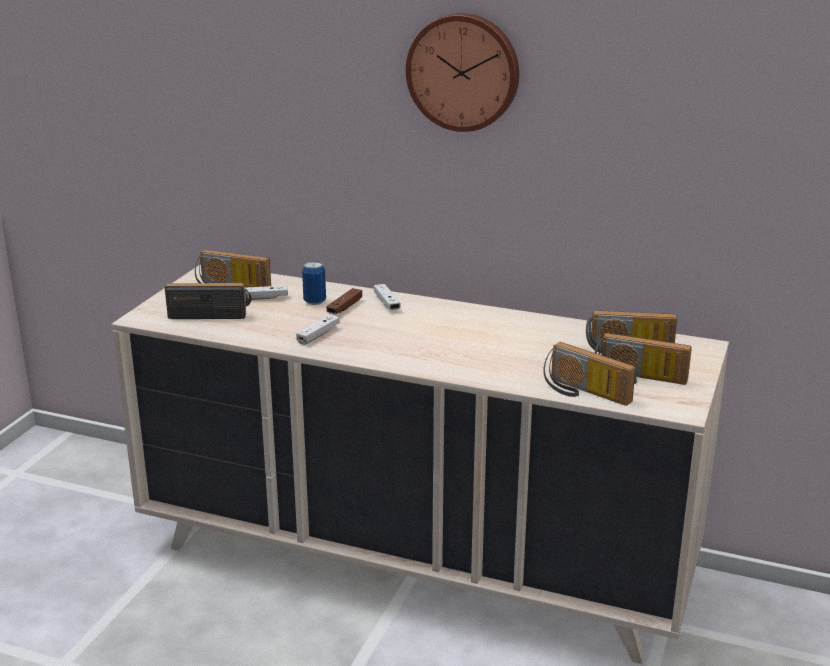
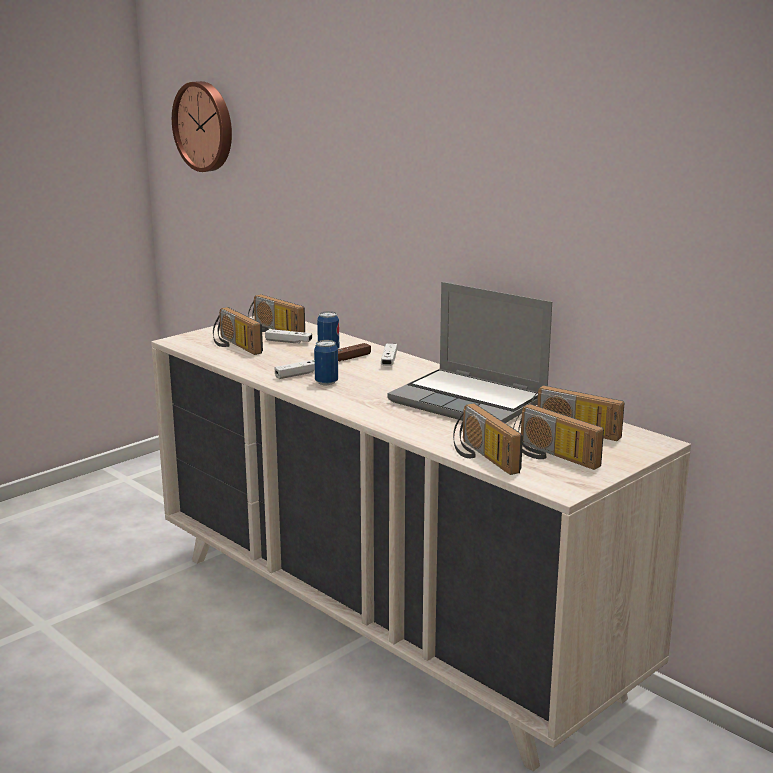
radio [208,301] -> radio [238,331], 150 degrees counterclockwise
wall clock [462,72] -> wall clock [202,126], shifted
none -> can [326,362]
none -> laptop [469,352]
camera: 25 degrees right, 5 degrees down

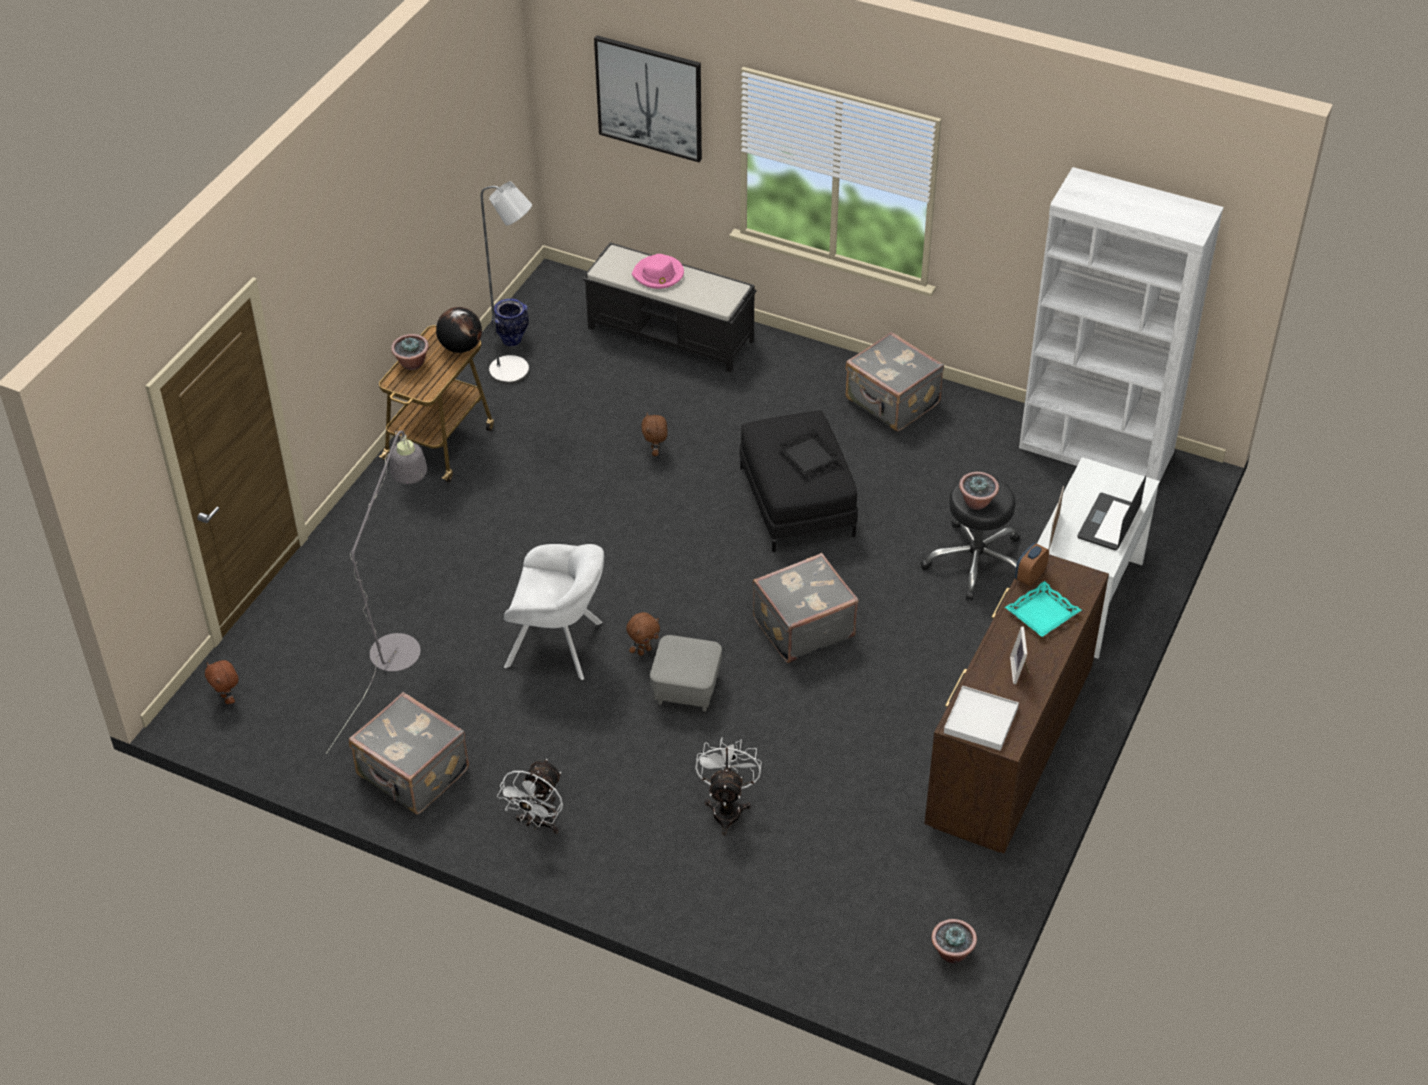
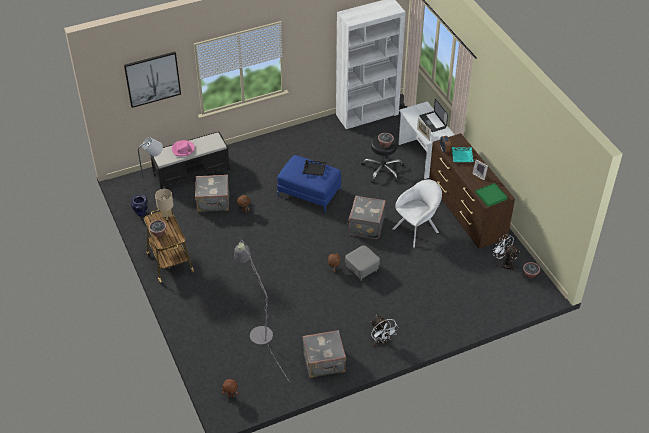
globe [459,330] -> beige table lamp [164,204]
white armchair [554,612] -> white armchair [417,213], shifted
white fan [728,786] -> white fan [506,252], shifted
black ottoman [798,481] -> blue ottoman [309,183]
grey suitcase [894,381] -> grey suitcase [212,193], shifted
white tray [981,718] -> green tray [491,195]
camera: 50 degrees left, 0 degrees up

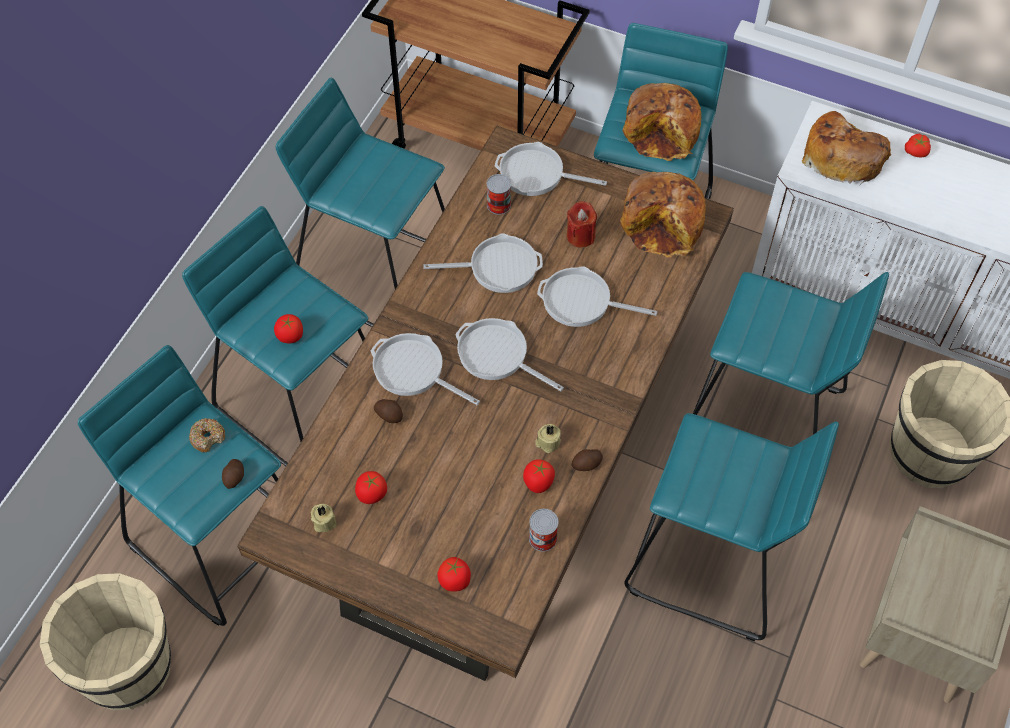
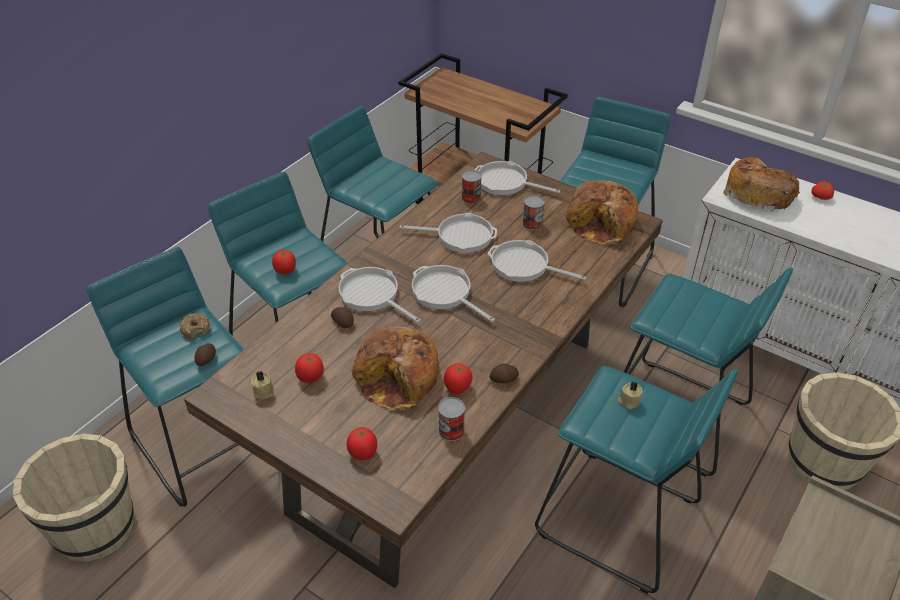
beige candle [548,438] -> beige candle [630,395], shifted
red candle [582,224] -> can [533,212]
bread [661,122] -> bread [396,368], shifted
camera: 10 degrees right, 15 degrees down

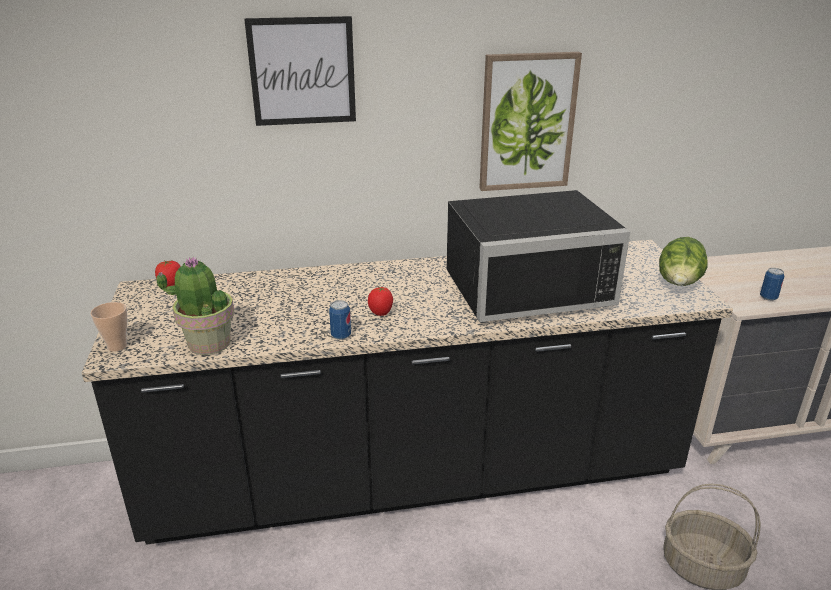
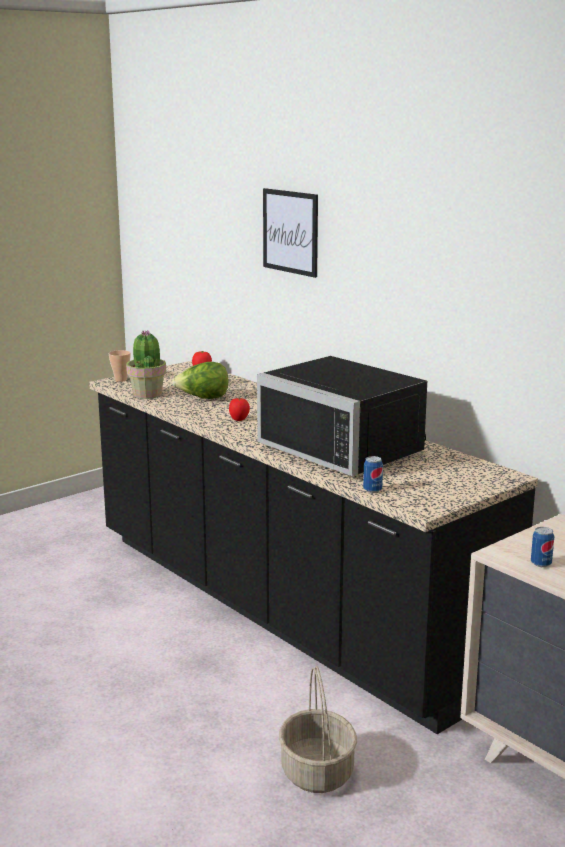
can [340,320] -> can [373,474], shifted
picture [530,121] -> none
lettuce [683,261] -> lettuce [200,380], shifted
camera: 60 degrees right, 10 degrees down

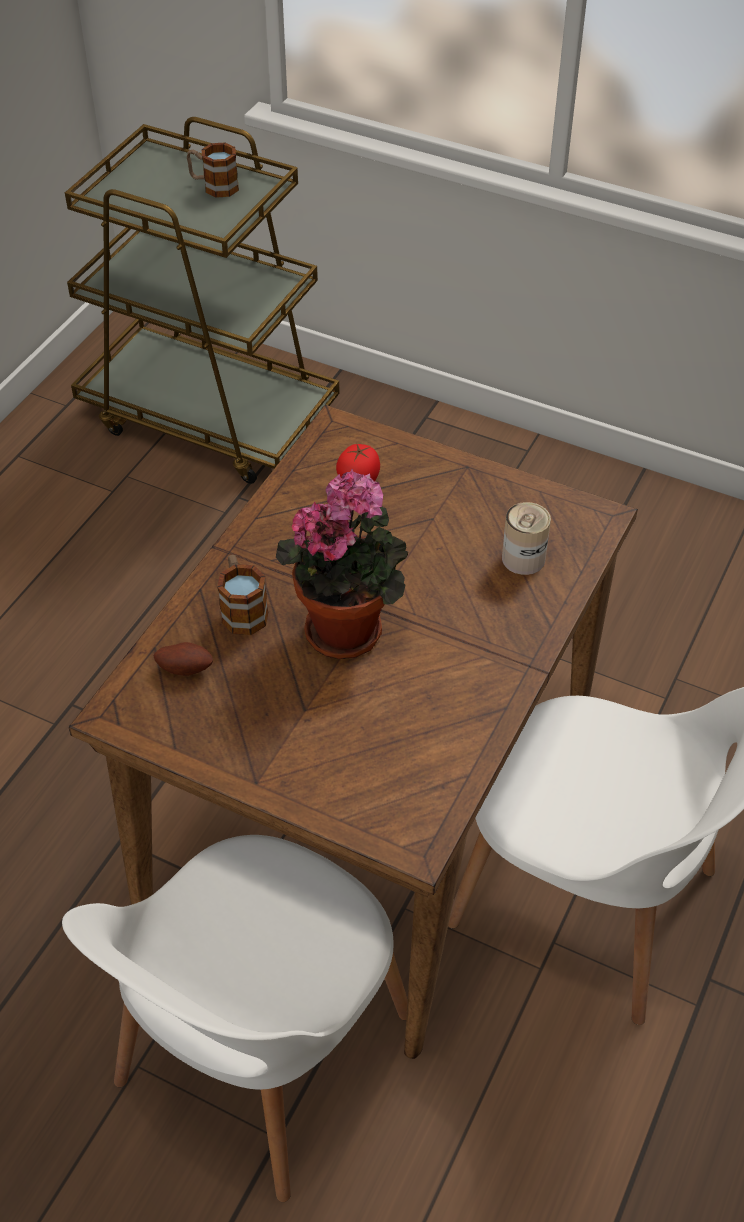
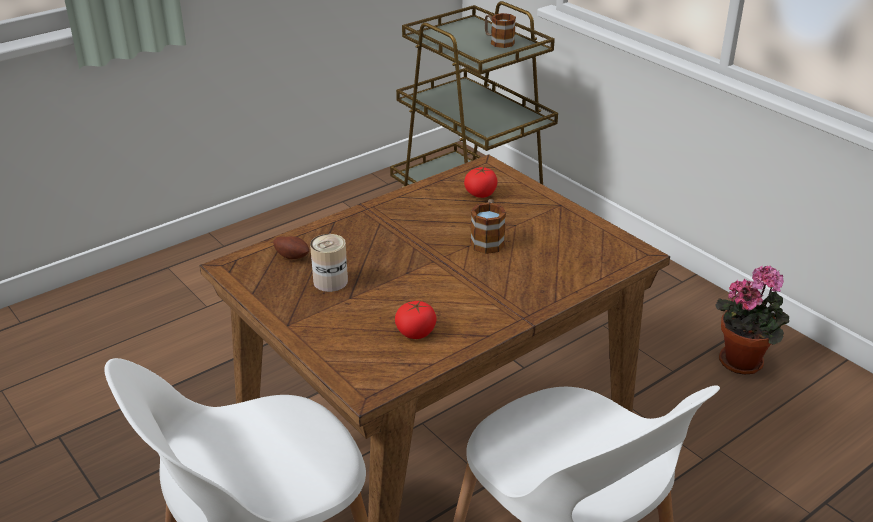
mug [242,595] -> mug [488,226], shifted
potted plant [342,564] -> potted plant [752,319], shifted
can [526,538] -> can [329,263], shifted
none -> tomato [416,320]
camera: 25 degrees right, 15 degrees down

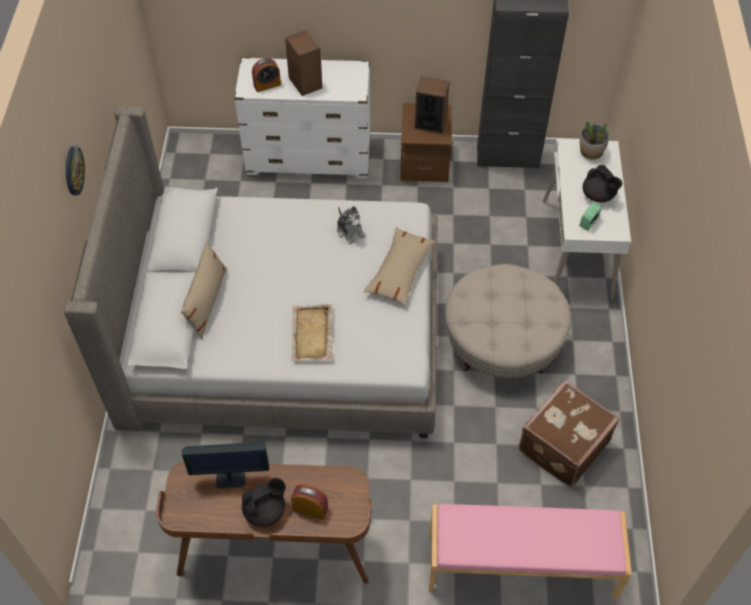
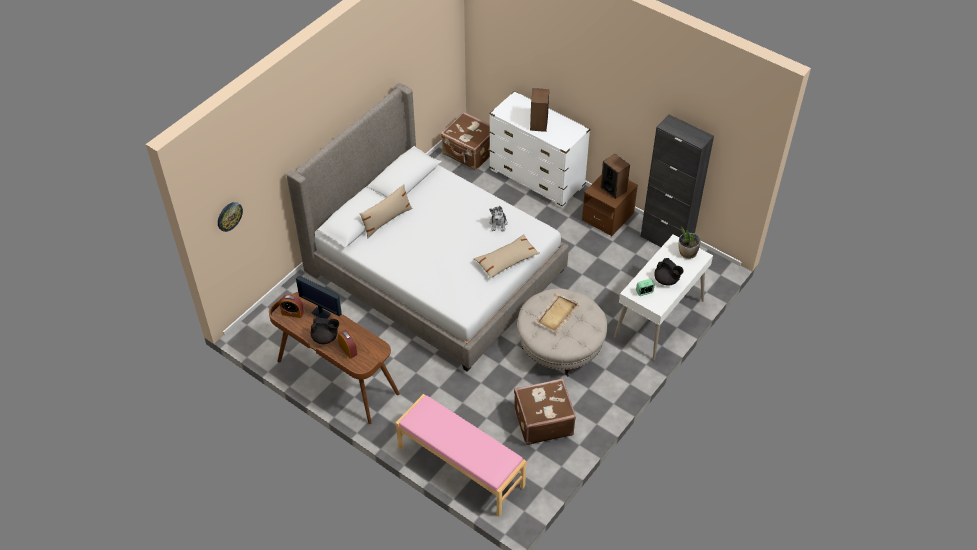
wall clock [75,170] -> wall clock [230,217], shifted
alarm clock [266,75] -> alarm clock [292,306], shifted
beige tray [312,332] -> beige tray [557,313], shifted
black teapot [602,183] -> black teapot [669,271], 45 degrees counterclockwise
none -> brown suitcase [465,141]
camera: 35 degrees right, 5 degrees down

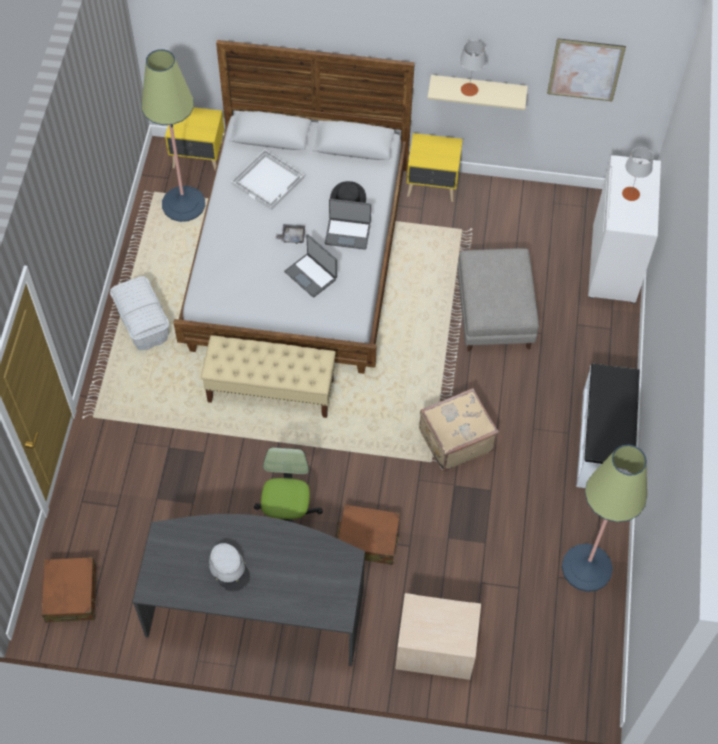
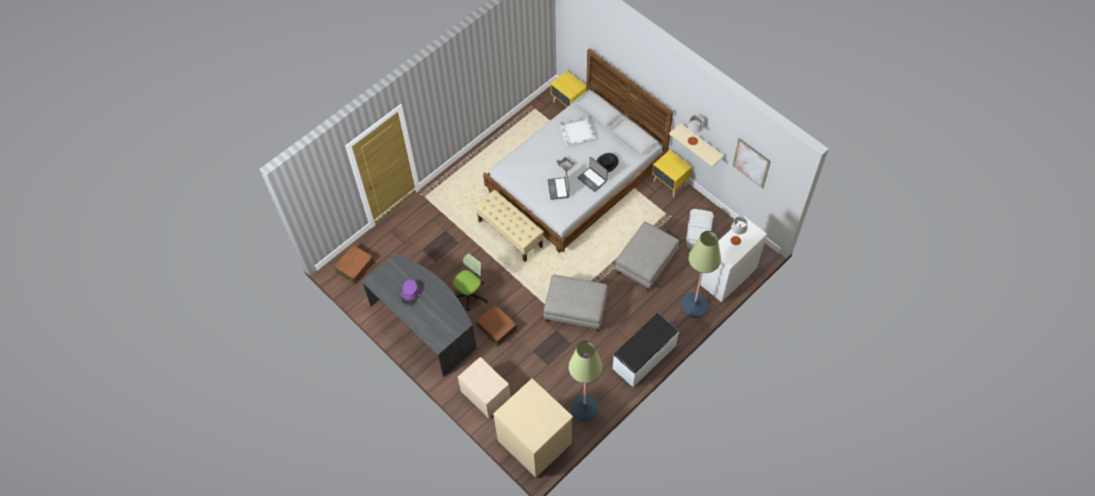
white storage box [139,313] -> white storage box [700,229], shifted
floor lamp [173,135] -> floor lamp [701,274], shifted
grey hat [229,567] -> purple hat [410,292]
beige suitcase [459,430] -> grey ottoman [576,303]
none -> beige dresser [533,428]
camera: 40 degrees right, 0 degrees up

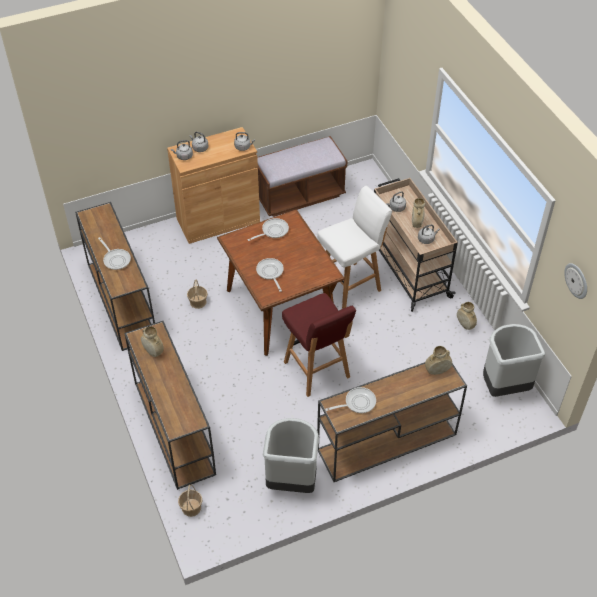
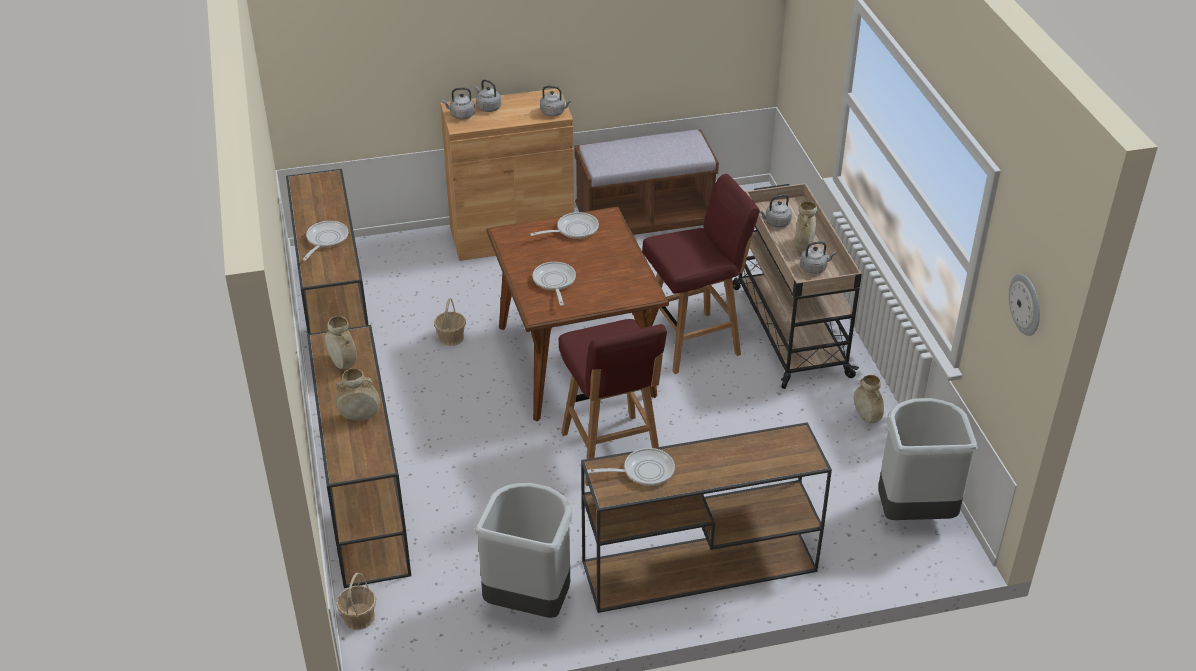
frying pan [114,253] -> frying pan [325,241], 135 degrees counterclockwise
white stool [354,247] -> red stool [701,274]
beige vase [438,360] -> beige vase [358,394], shifted
camera: 10 degrees right, 10 degrees down

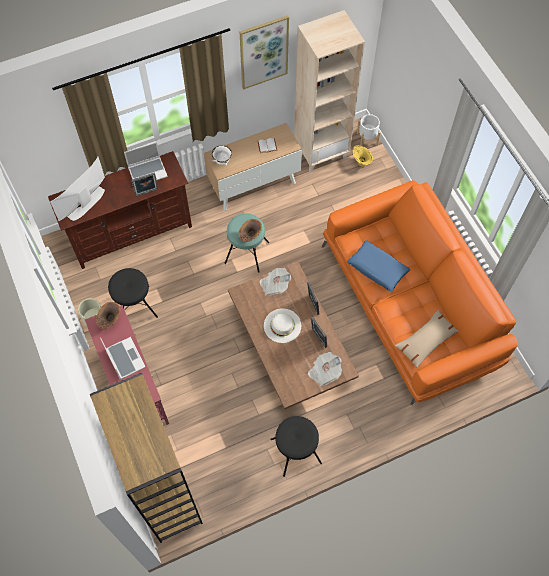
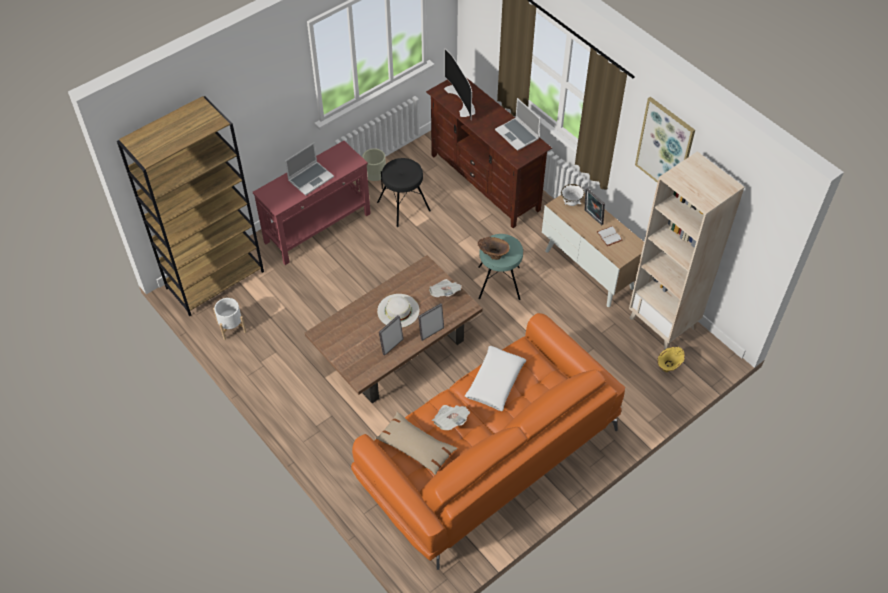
television [77,189] -> television [459,84], 135 degrees counterclockwise
brown vase [108,315] -> none
picture frame [145,184] -> picture frame [595,206], shifted
black stool [296,446] -> none
newspaper [325,369] -> newspaper [451,417], shifted
blue pillow [378,266] -> white pillow [495,378]
white planter [369,130] -> white planter [230,319], shifted
camera: 75 degrees right, 10 degrees down

